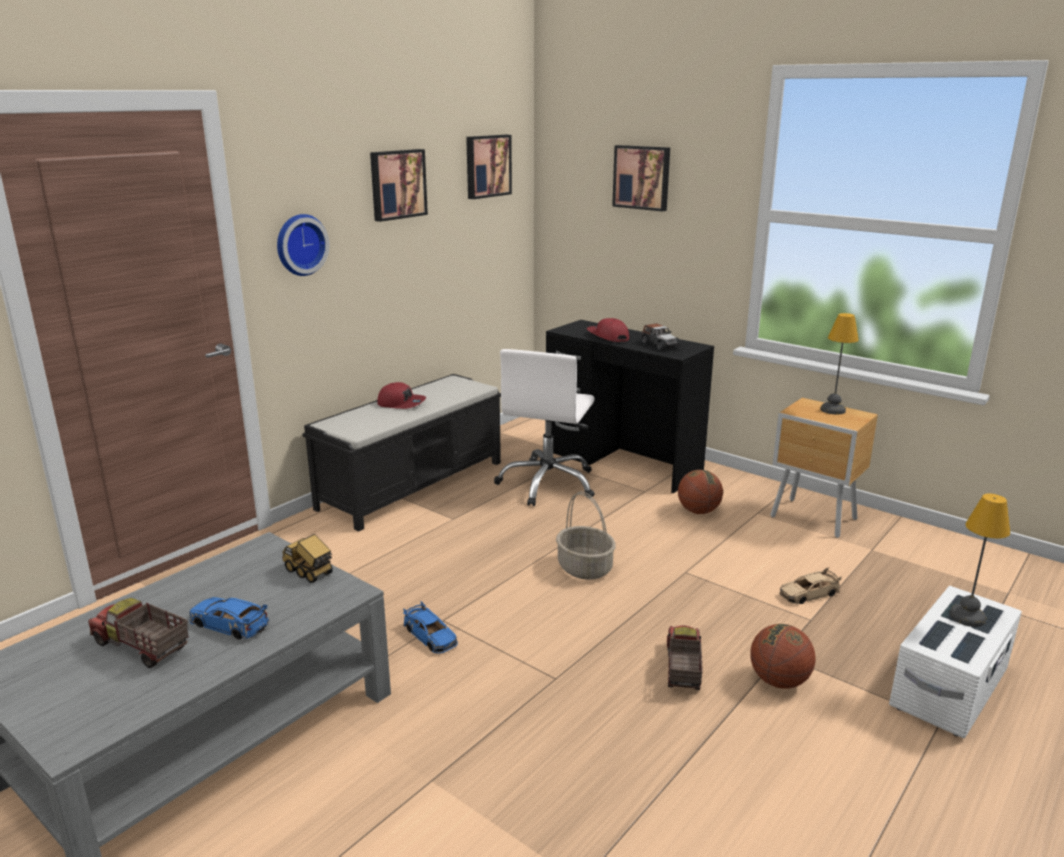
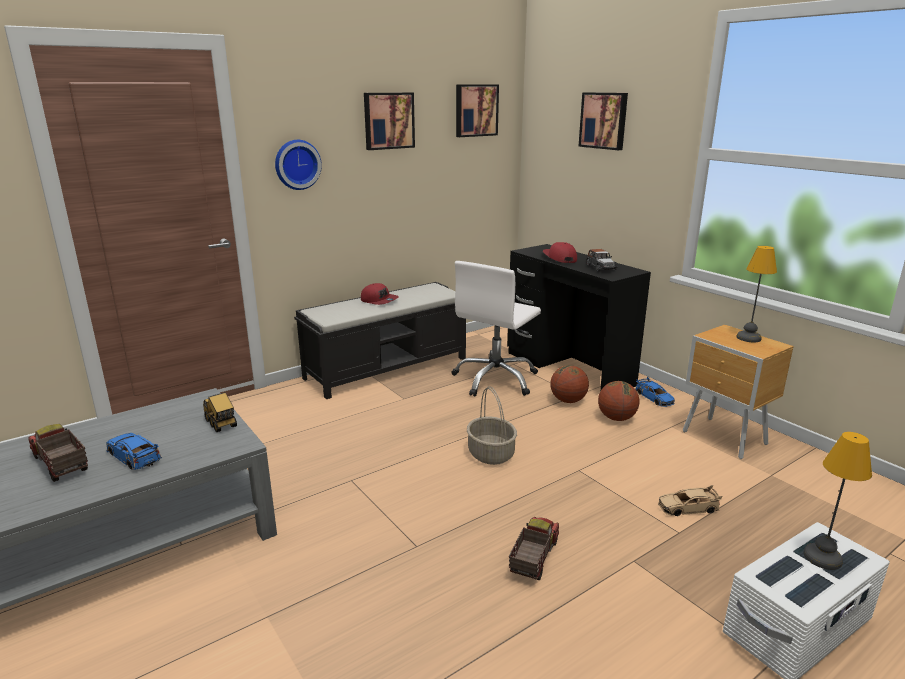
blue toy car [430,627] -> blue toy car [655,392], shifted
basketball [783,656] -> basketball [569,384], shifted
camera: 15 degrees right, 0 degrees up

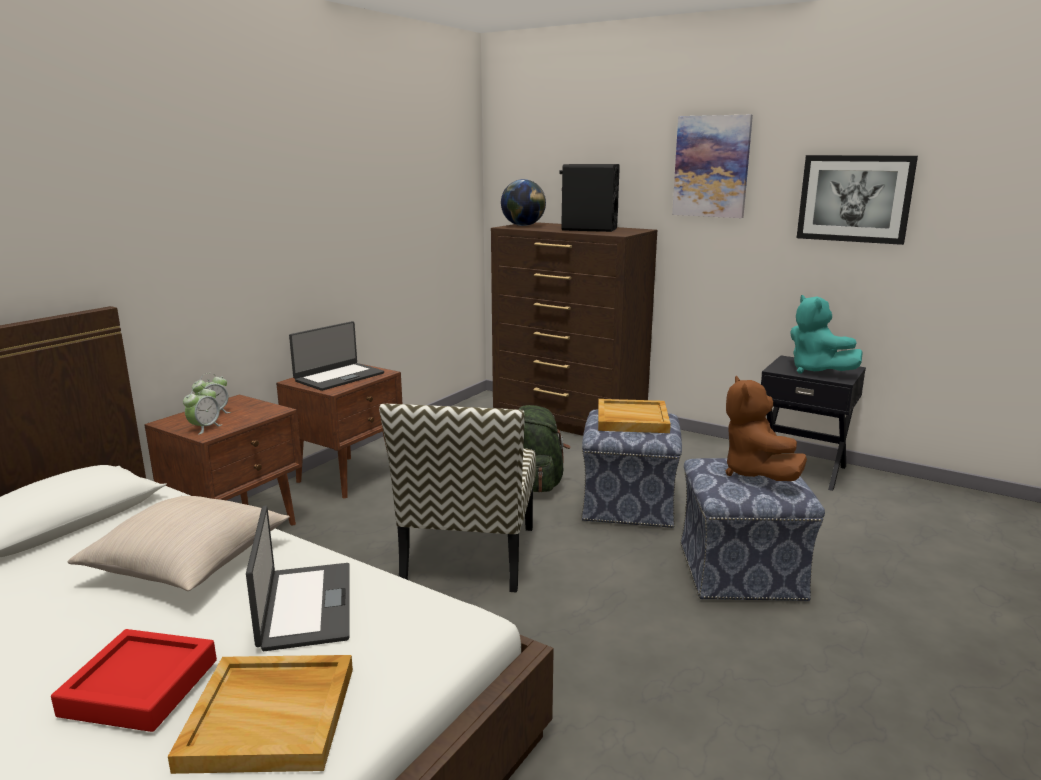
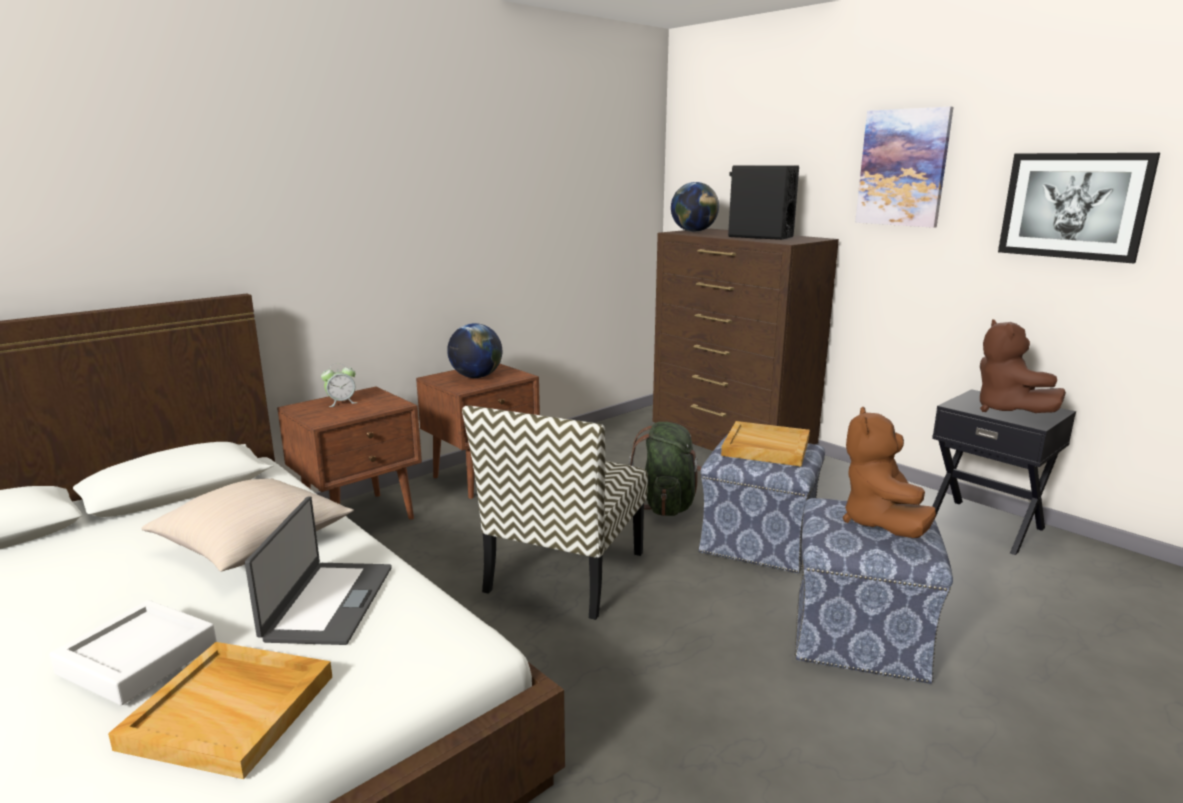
red tray [134,680] -> white tray [133,652]
alarm clock [202,409] -> none
laptop [336,356] -> globe [474,350]
turquoise plush toy [826,334] -> brown plush toy [1023,366]
camera: 15 degrees right, 0 degrees up

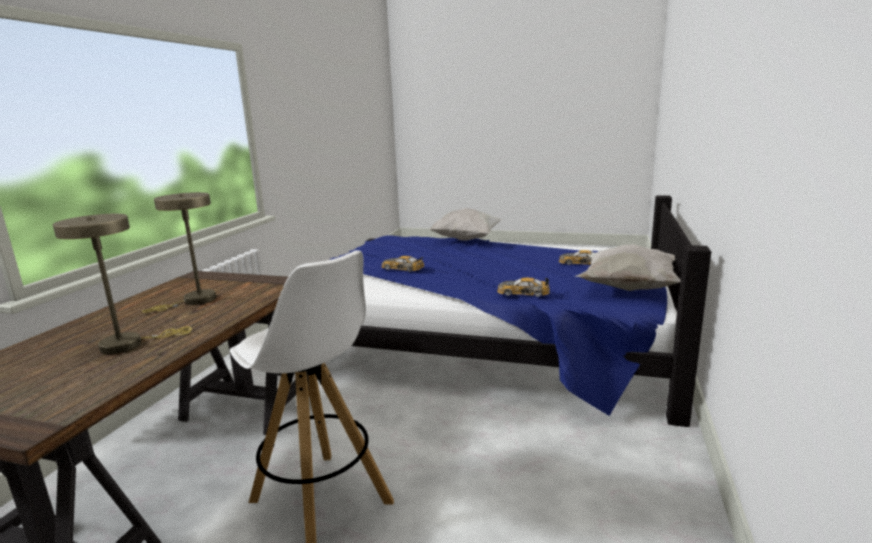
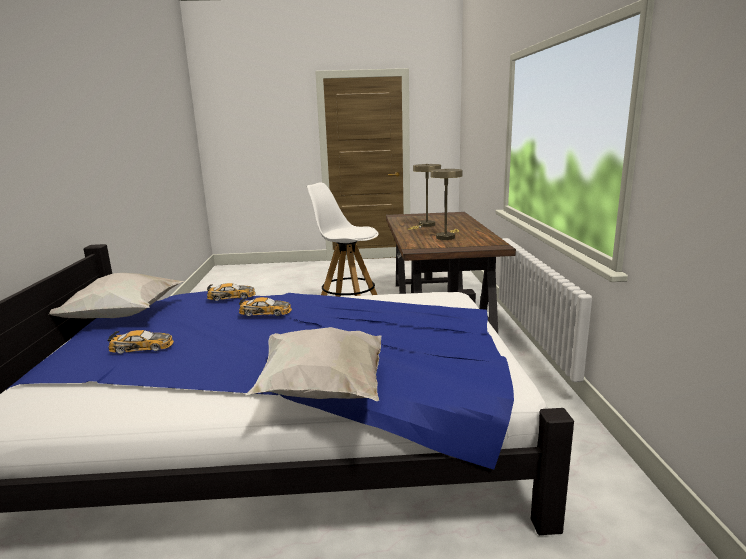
toy car [403,264] -> toy car [265,306], shifted
camera: 160 degrees right, 0 degrees up

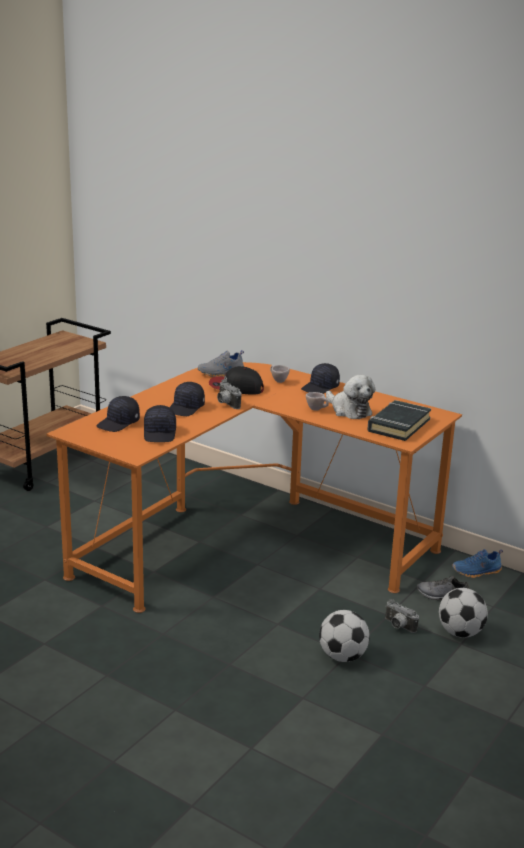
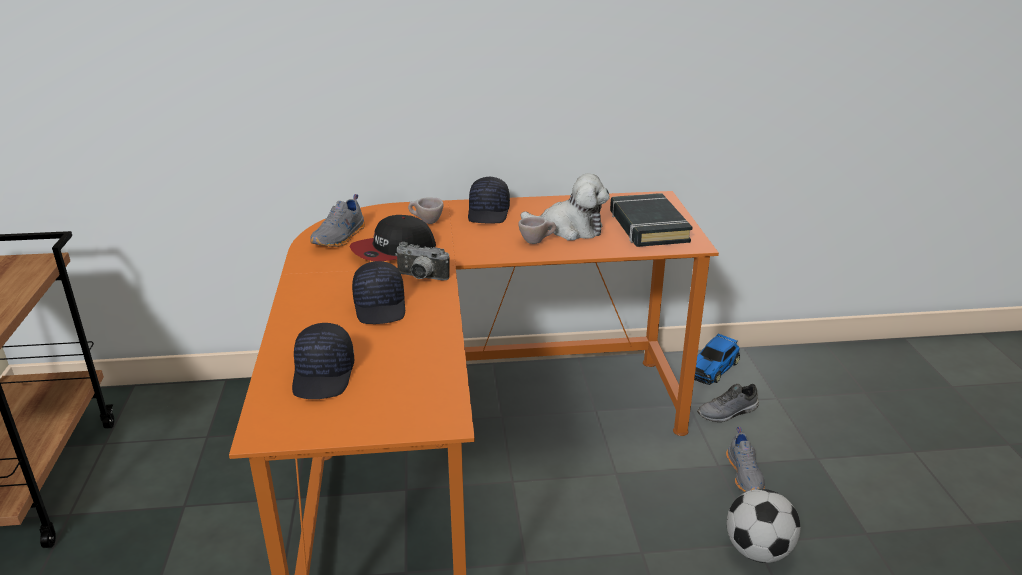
black cap [160,423] -> none
photo camera [402,616] -> grey shoe [745,459]
football [463,613] -> none
blue shoe [477,563] -> toy car [717,359]
camera: 40 degrees left, 5 degrees up

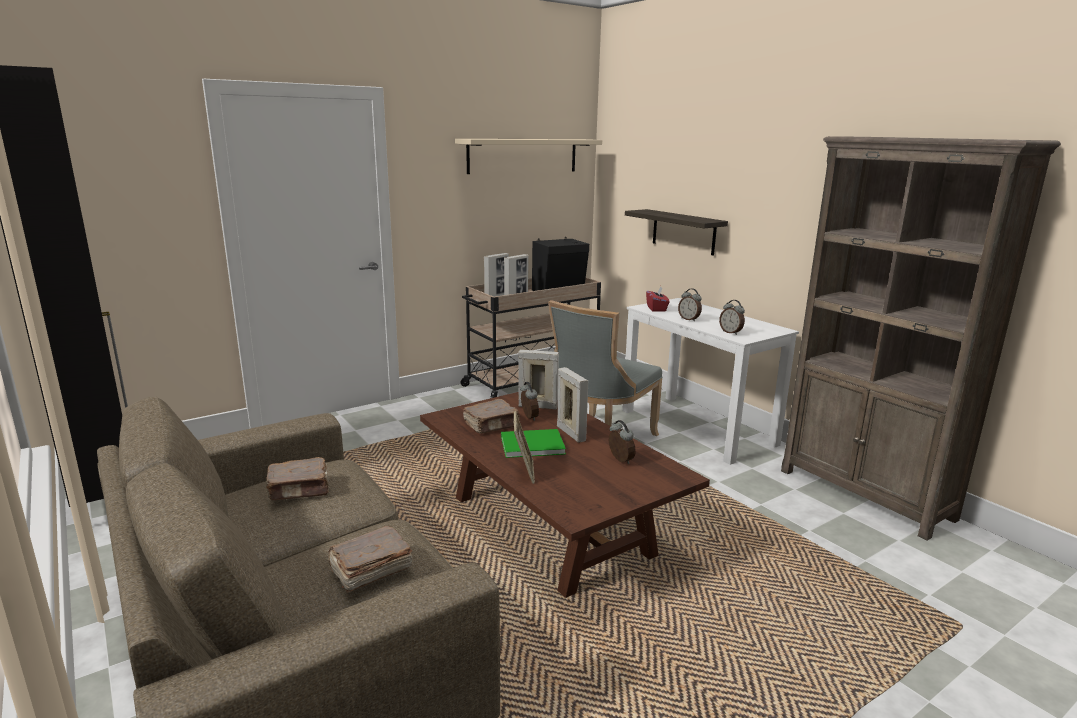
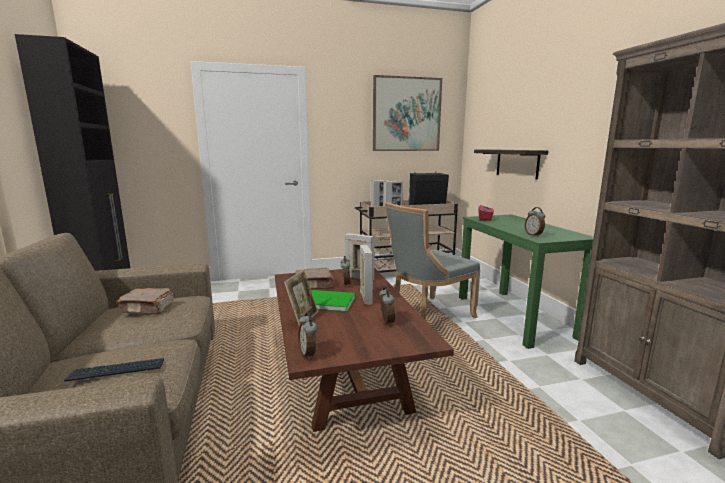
brown book [370,559] -> keyboard [114,370]
beige shelf [528,156] -> picture [407,113]
white desk [710,381] -> green desk [526,281]
alarm clock [690,305] -> alarm clock [307,336], shifted
camera: 20 degrees right, 5 degrees down

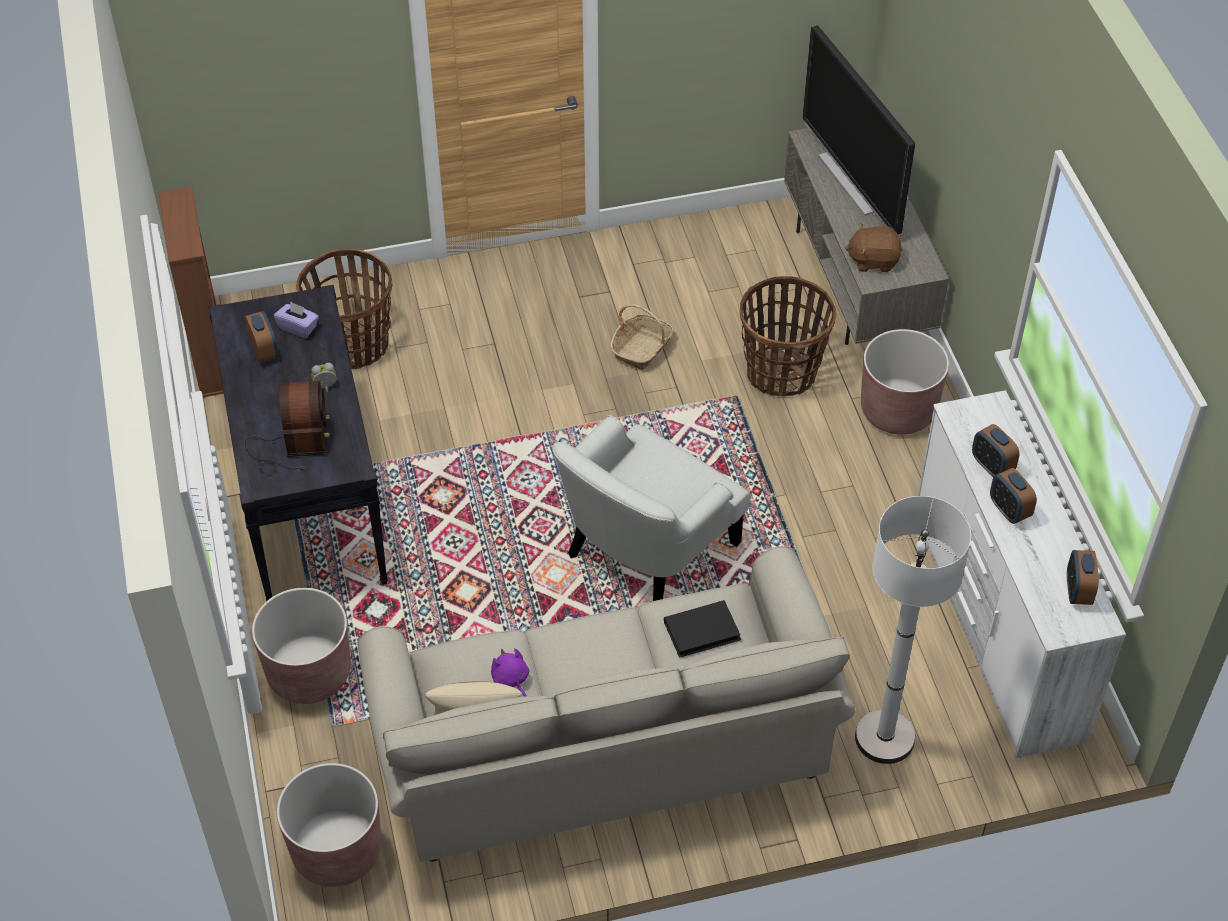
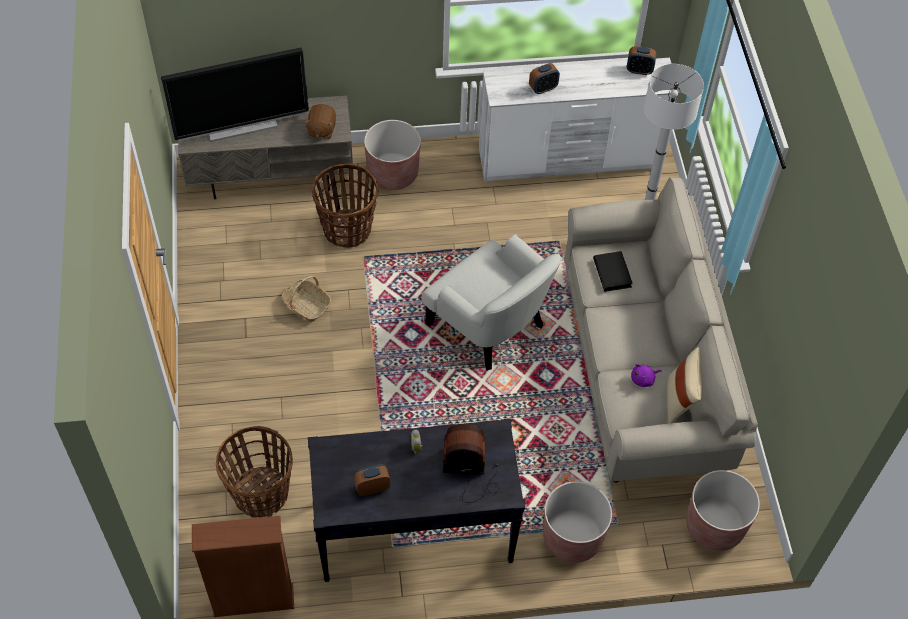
purple tissue box [296,319] -> none
alarm clock [1013,496] -> none
camera: 85 degrees left, 5 degrees up

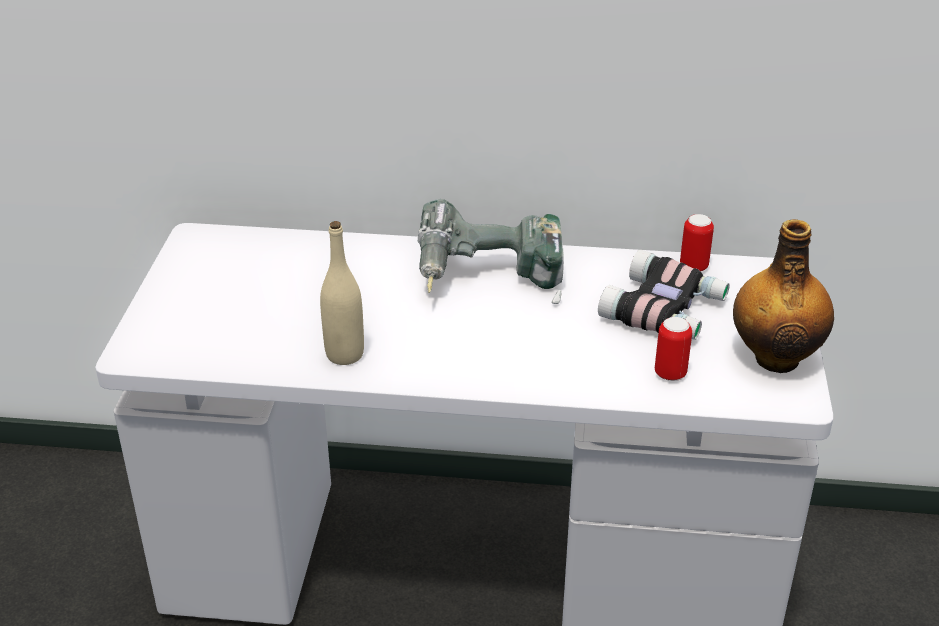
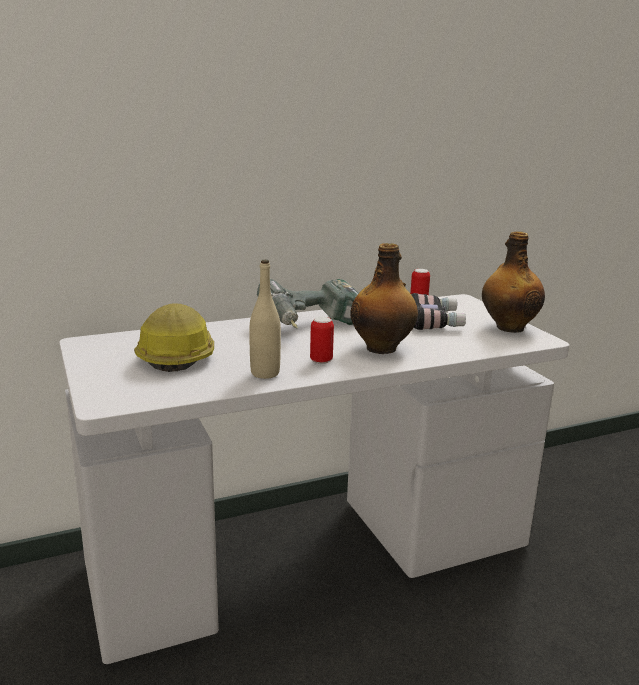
can [673,349] -> can [322,340], shifted
none -> hard hat [174,338]
none -> bottle [384,298]
camera: 30 degrees left, 15 degrees down

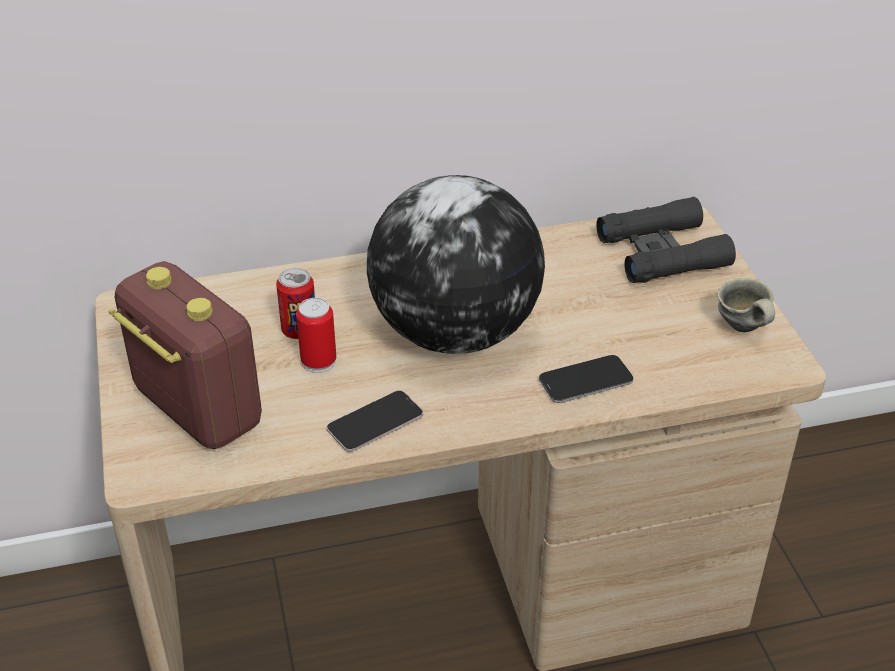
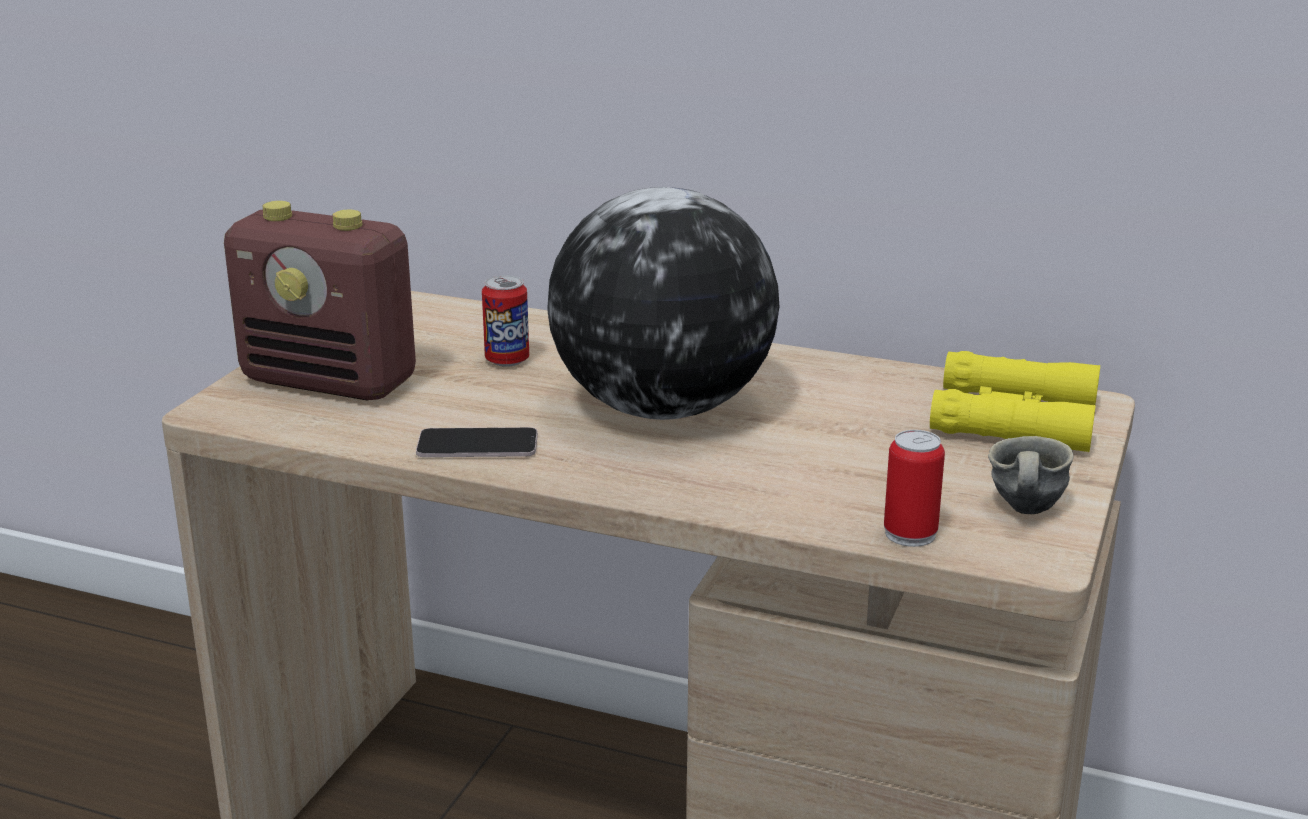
radio [185,355] -> radio [320,301], 120 degrees clockwise
can [316,335] -> can [914,488], shifted
phone [586,379] -> none
black binoculars [666,240] -> yellow binoculars [1015,401]
camera: 35 degrees right, 15 degrees down

